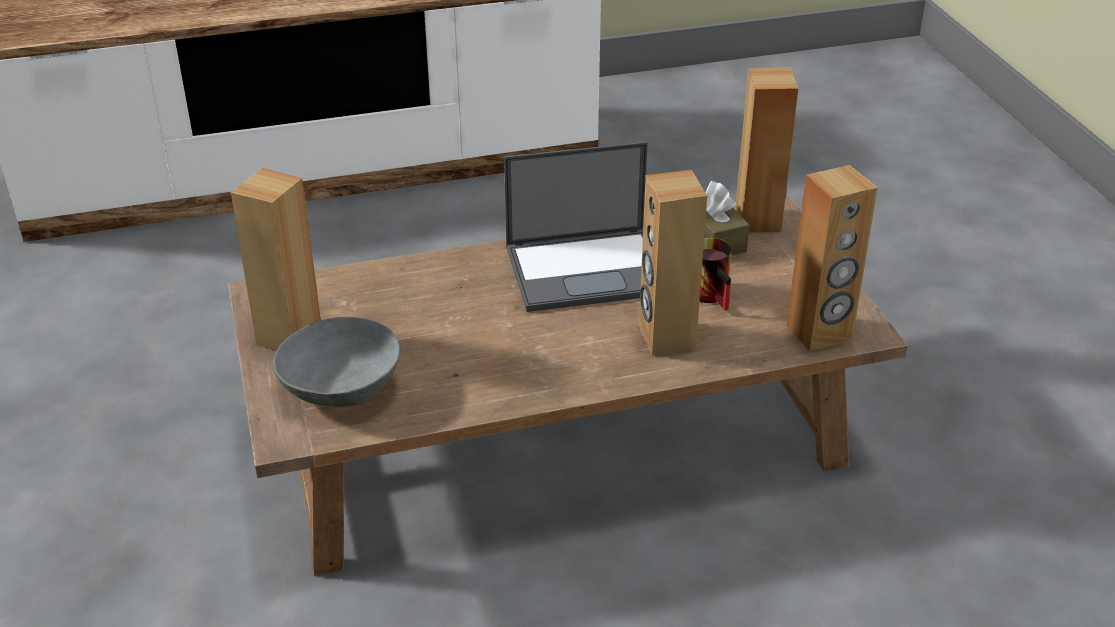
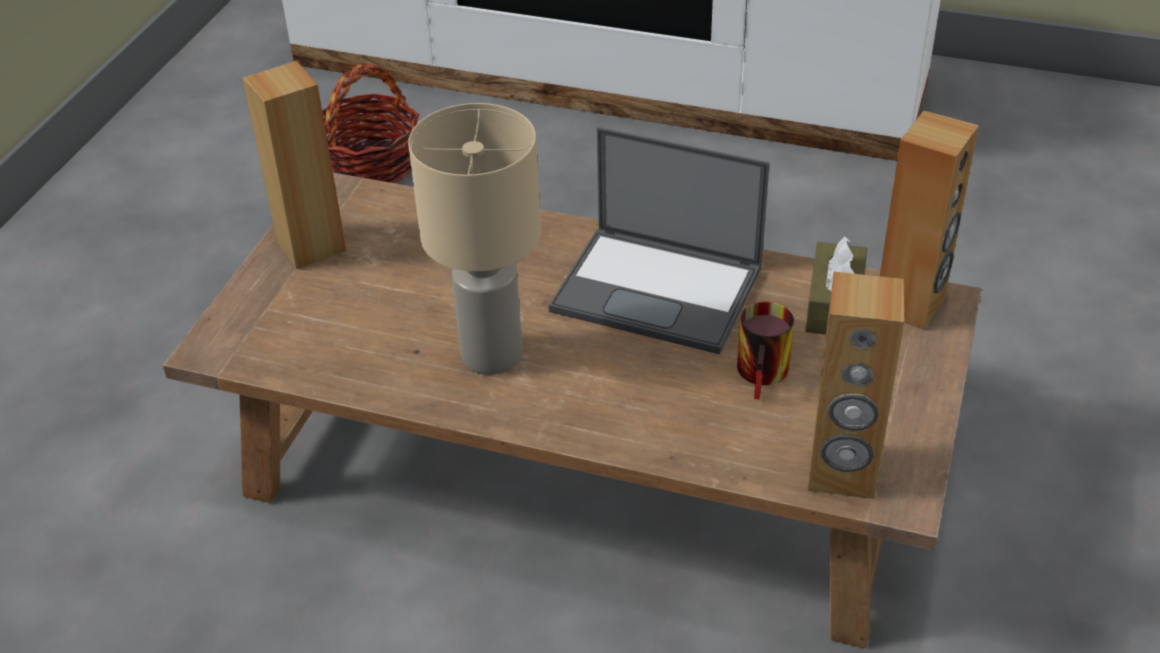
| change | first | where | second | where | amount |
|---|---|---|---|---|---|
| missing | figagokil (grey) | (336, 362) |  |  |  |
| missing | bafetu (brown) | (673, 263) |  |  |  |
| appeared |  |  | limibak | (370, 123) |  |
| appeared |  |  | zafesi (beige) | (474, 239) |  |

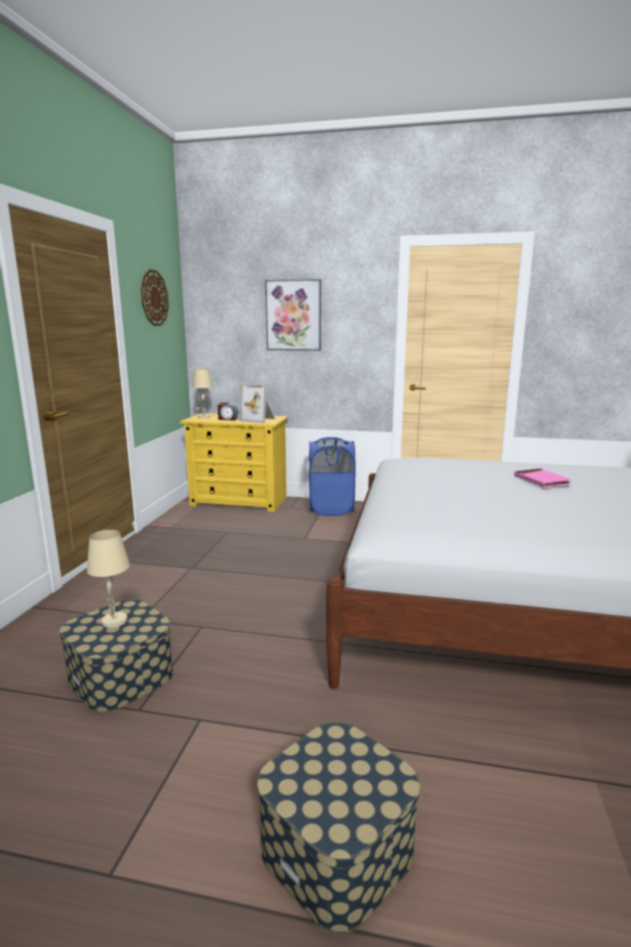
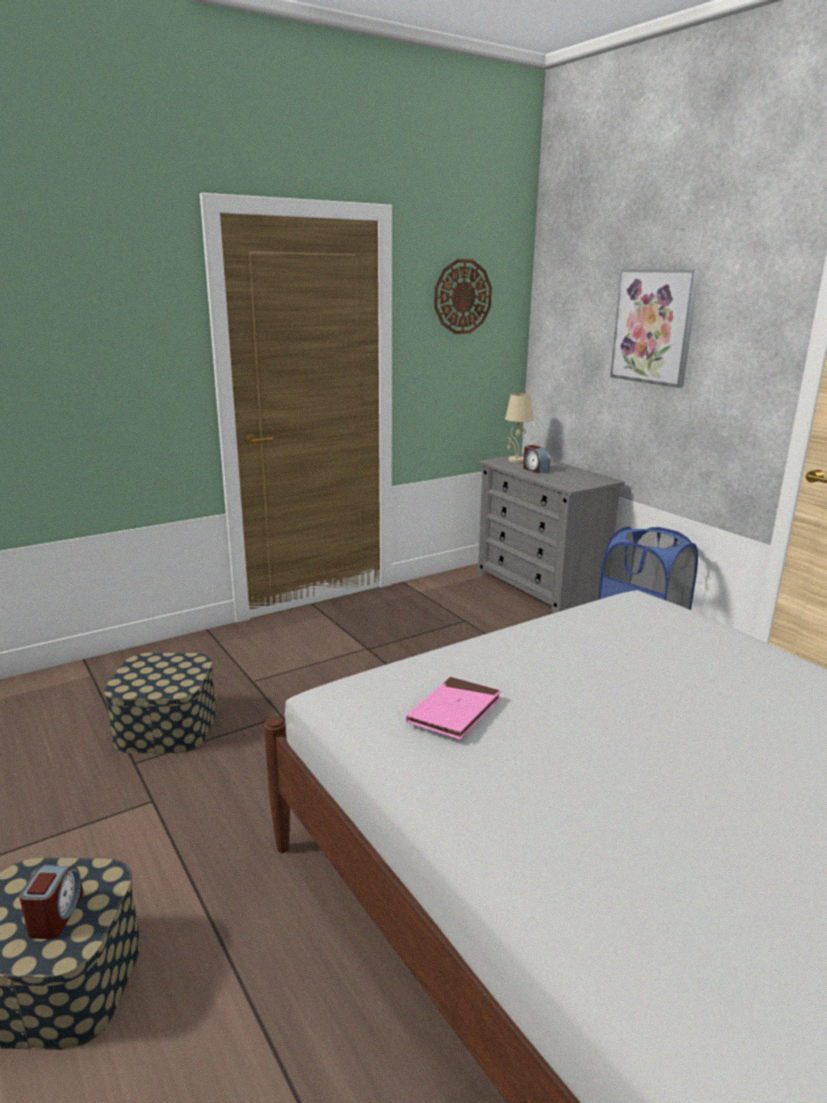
| change | first | where | second | where | amount |
|---|---|---|---|---|---|
| missing | zafesi (beige) | (108, 579) |  |  |  |
| colour | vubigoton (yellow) | (234, 462) | vubigoton (grey) | (551, 533) |  |
| missing | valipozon | (257, 403) |  |  |  |
| relocated | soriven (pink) | (543, 478) |  | (453, 708) |  |
| appeared |  |  | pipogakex | (51, 902) |  |

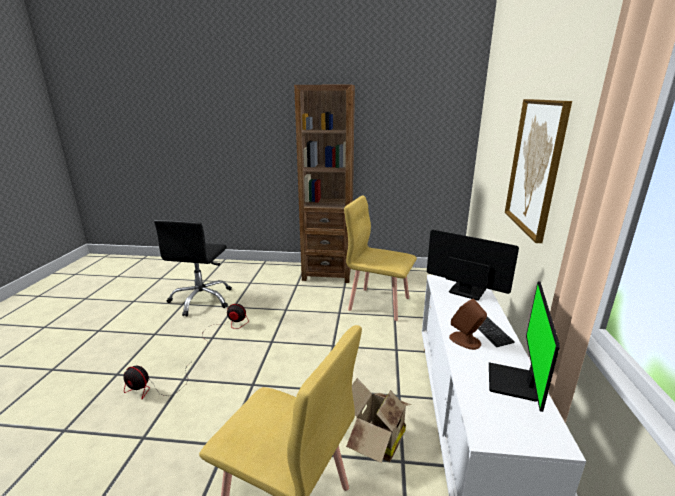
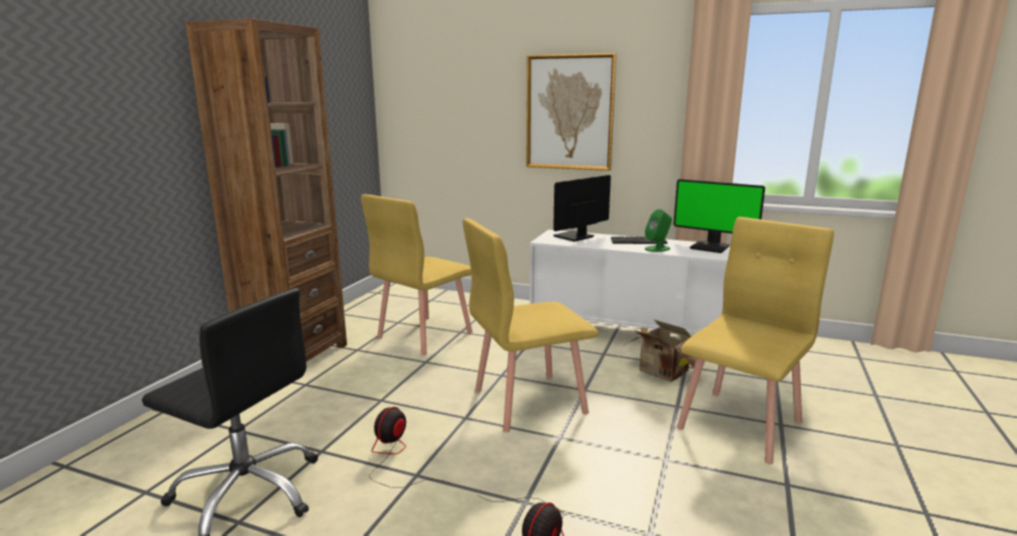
| change | first | where | second | where | amount |
|---|---|---|---|---|---|
| colour | bafetu (brown) | (468, 324) | bafetu (green) | (658, 230) |  |
| appeared |  |  | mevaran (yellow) | (531, 325) |  |

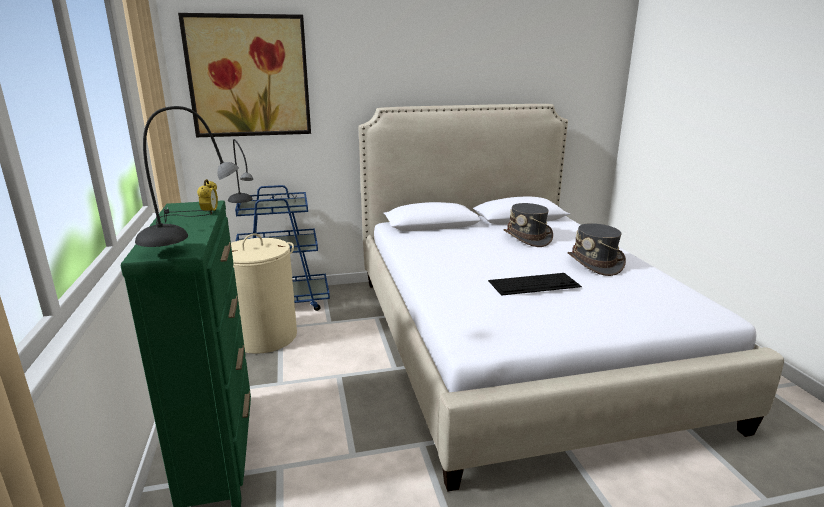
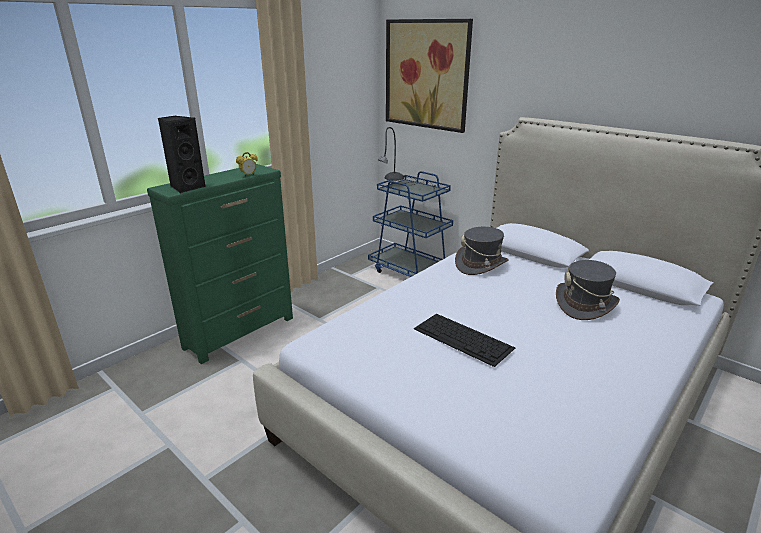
| change | first | where | second | where | amount |
|---|---|---|---|---|---|
| exchanged | zafesi (grey) | (187, 176) | bafetu (black) | (181, 154) |  |
| missing | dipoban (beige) | (264, 293) |  |  |  |
| relocated | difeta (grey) | (596, 249) |  | (482, 251) |  |

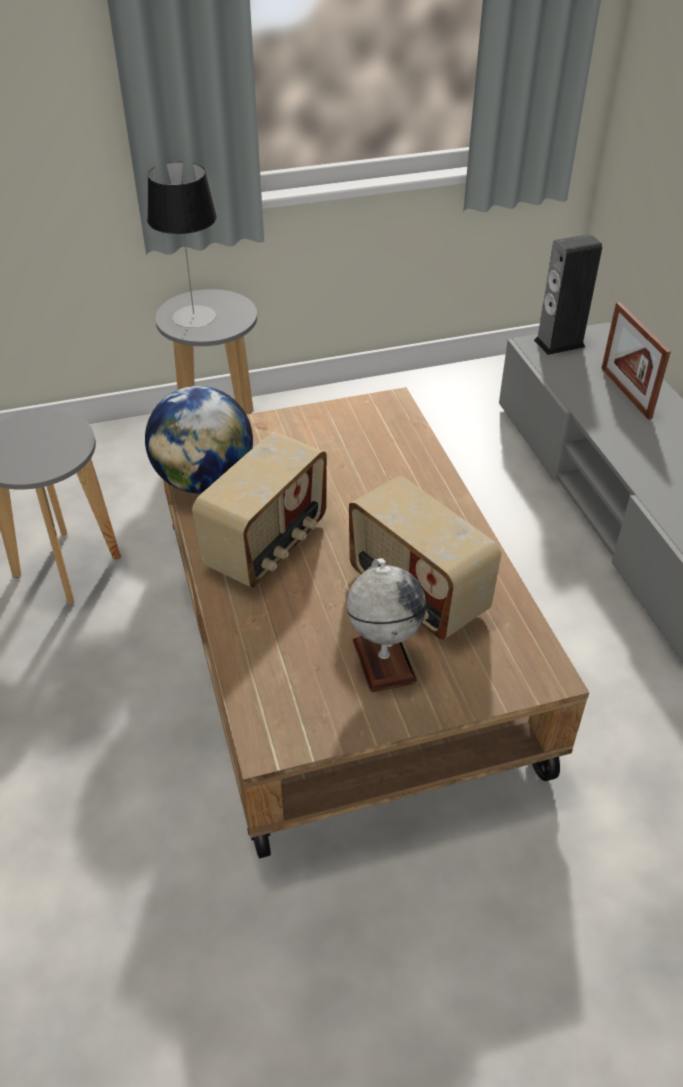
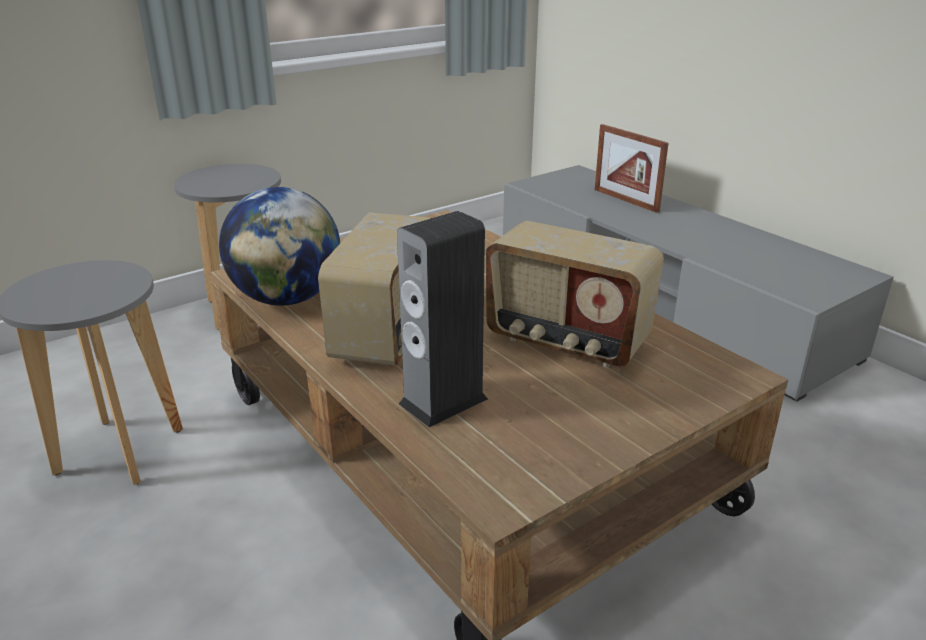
| change | first | where | second | where | amount |
|---|---|---|---|---|---|
| missing | zafesi | (182, 244) |  |  |  |
| missing | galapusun | (386, 625) |  |  |  |
| relocated | bafetu | (568, 294) |  | (442, 319) |  |

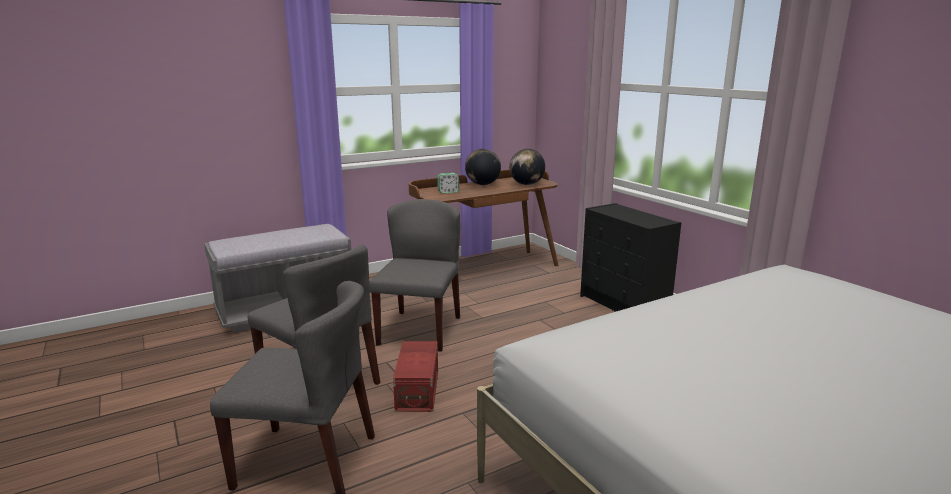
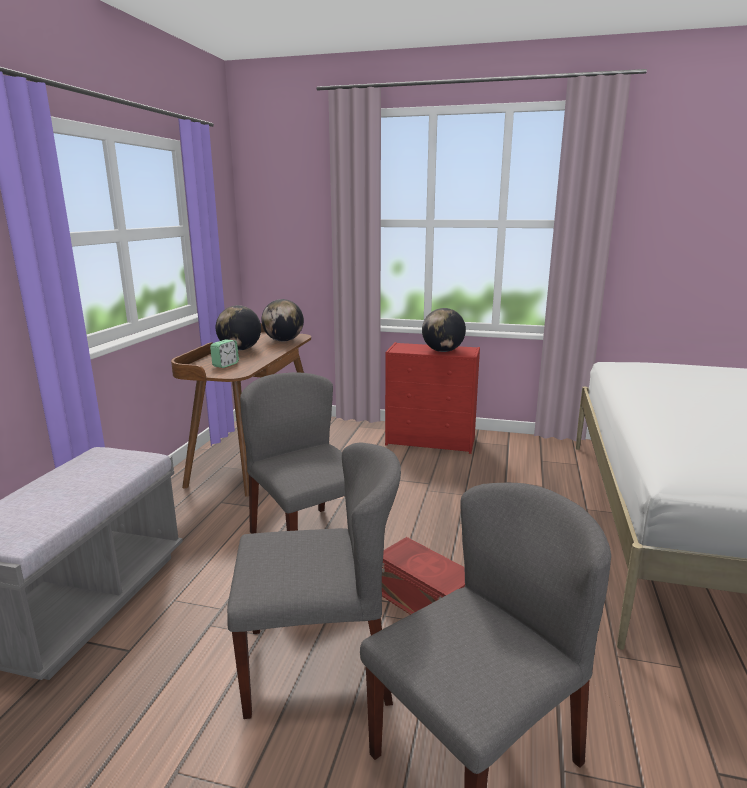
| change | first | where | second | where | amount |
|---|---|---|---|---|---|
| colour | vubigoton (black) | (630, 257) | vubigoton (red) | (432, 398) |  |
| appeared |  |  | galapusun | (444, 330) |  |

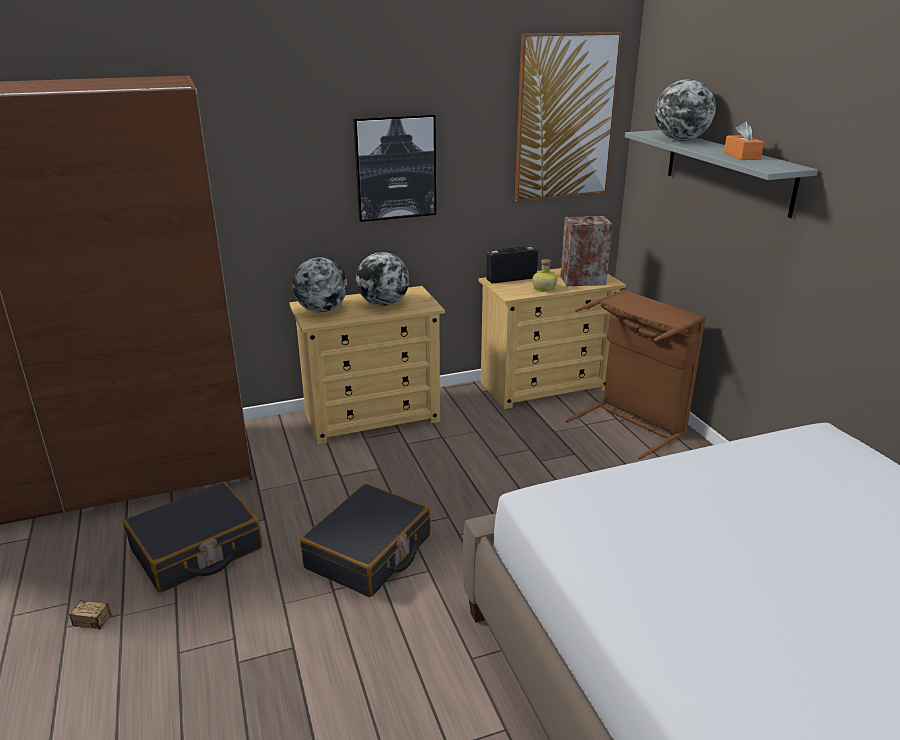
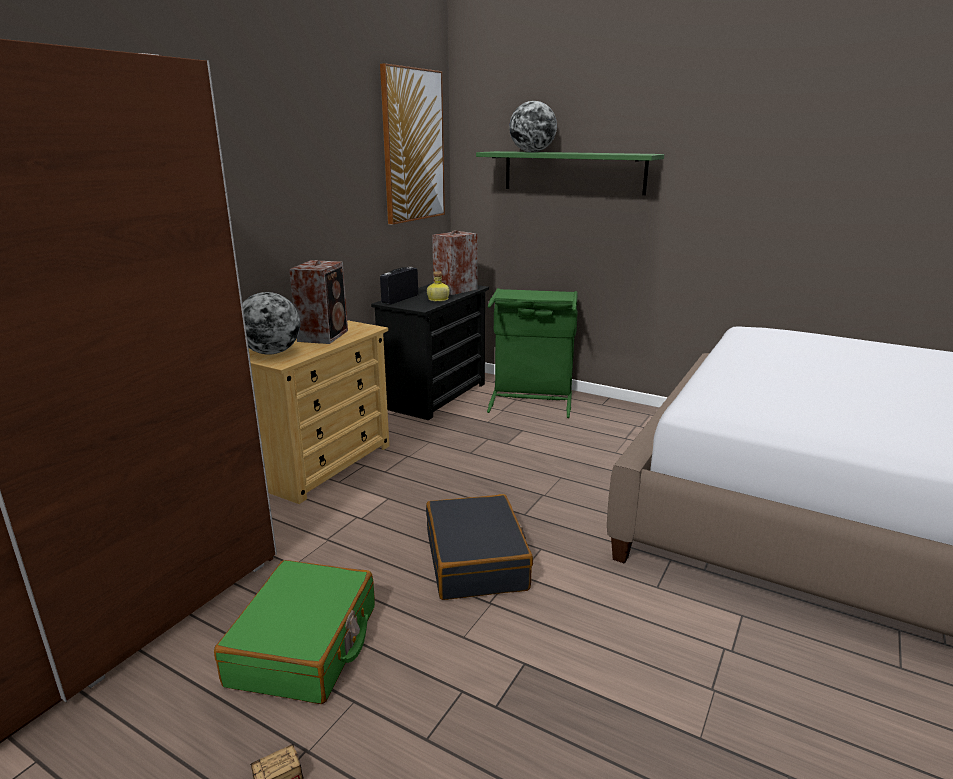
| change | first | where | second | where | amount |
|---|---|---|---|---|---|
| colour | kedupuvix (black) | (193, 537) | kedupuvix (green) | (294, 632) |  |
| missing | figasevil | (394, 168) |  |  |  |
| exchanged | galapusun | (382, 279) | bafetu | (318, 302) |  |
| colour | vubigoton (beige) | (552, 338) | vubigoton (black) | (430, 351) |  |
| colour | dipoban (brown) | (636, 375) | dipoban (green) | (532, 353) |  |
| colour | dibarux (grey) | (721, 174) | dibarux (green) | (570, 173) |  |
| missing | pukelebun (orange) | (744, 140) |  |  |  |

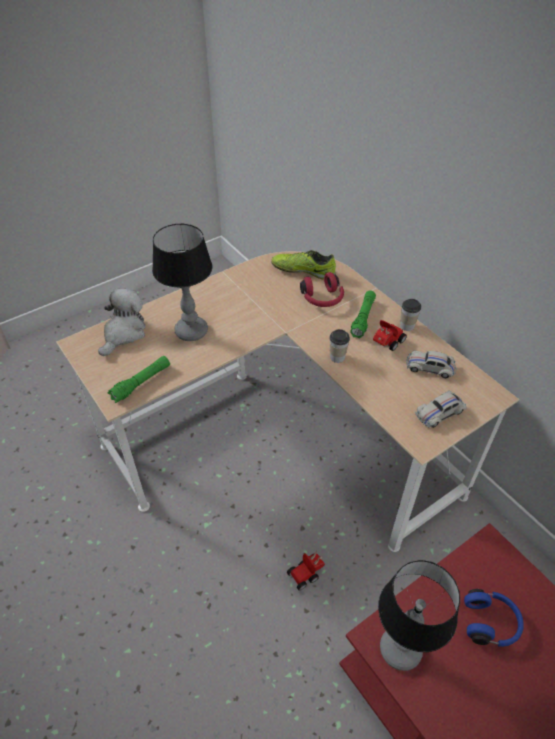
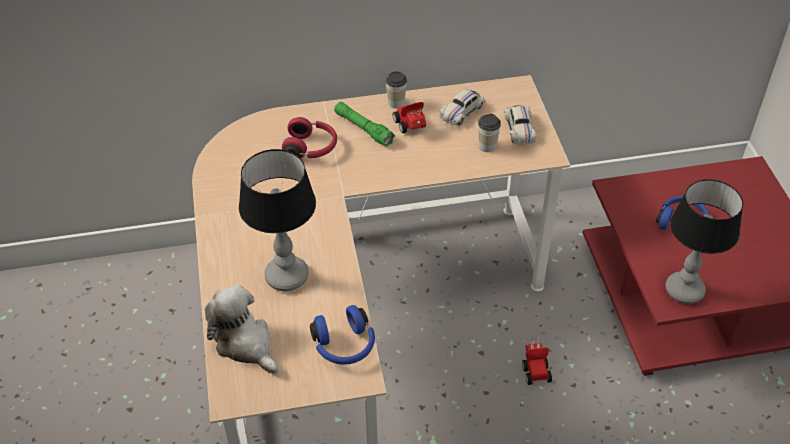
| change | first | where | second | where | amount |
|---|---|---|---|---|---|
| exchanged | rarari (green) | (139, 379) | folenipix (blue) | (342, 335) |  |
| missing | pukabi | (303, 265) |  |  |  |
| relocated | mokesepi | (339, 346) |  | (489, 133) |  |

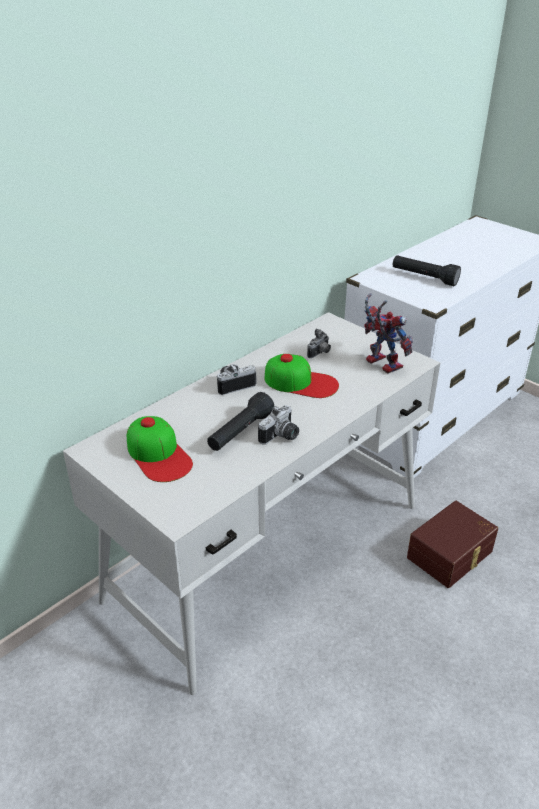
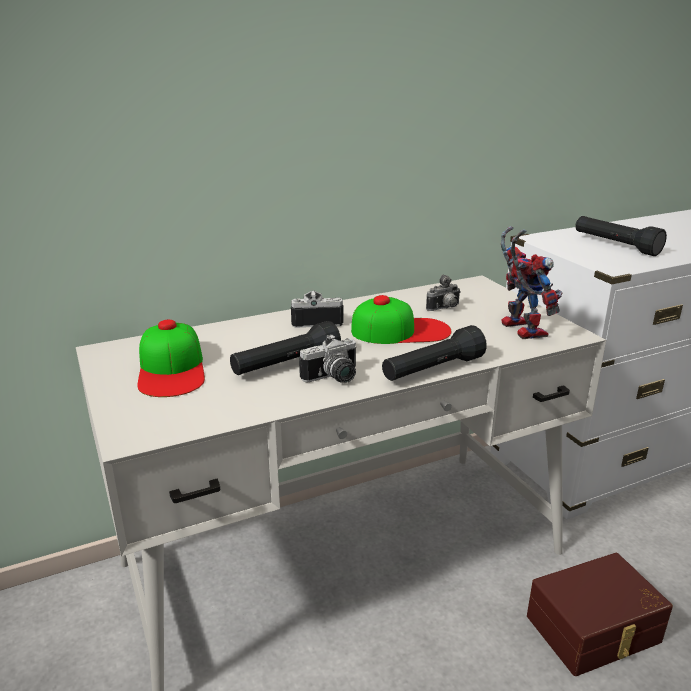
| change | first | where | second | where | amount |
|---|---|---|---|---|---|
| spun | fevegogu | (302, 376) |  | (401, 319) | 45 degrees counterclockwise |
| appeared |  |  | rarari (black) | (434, 353) |  |

